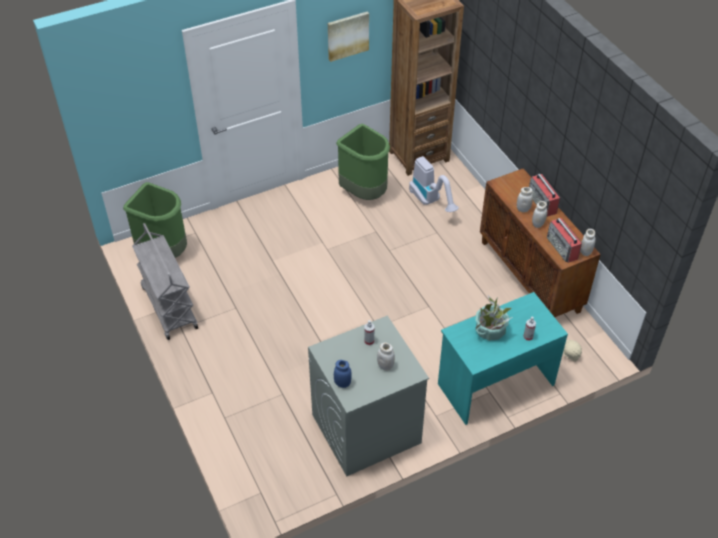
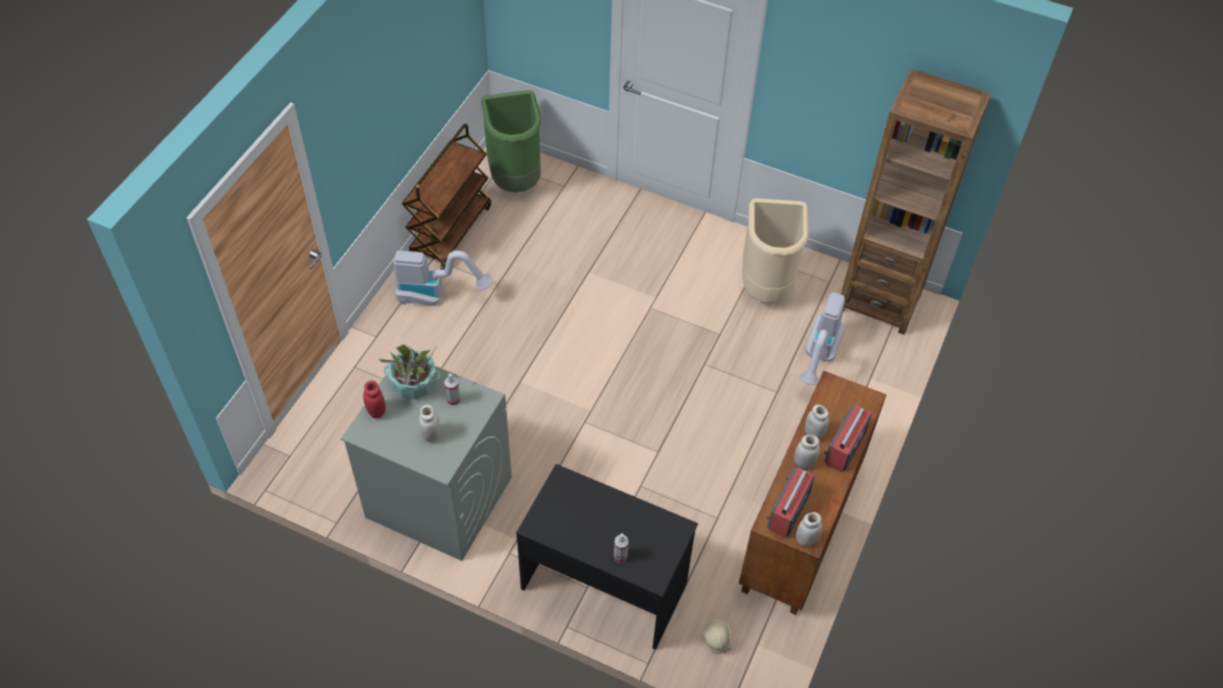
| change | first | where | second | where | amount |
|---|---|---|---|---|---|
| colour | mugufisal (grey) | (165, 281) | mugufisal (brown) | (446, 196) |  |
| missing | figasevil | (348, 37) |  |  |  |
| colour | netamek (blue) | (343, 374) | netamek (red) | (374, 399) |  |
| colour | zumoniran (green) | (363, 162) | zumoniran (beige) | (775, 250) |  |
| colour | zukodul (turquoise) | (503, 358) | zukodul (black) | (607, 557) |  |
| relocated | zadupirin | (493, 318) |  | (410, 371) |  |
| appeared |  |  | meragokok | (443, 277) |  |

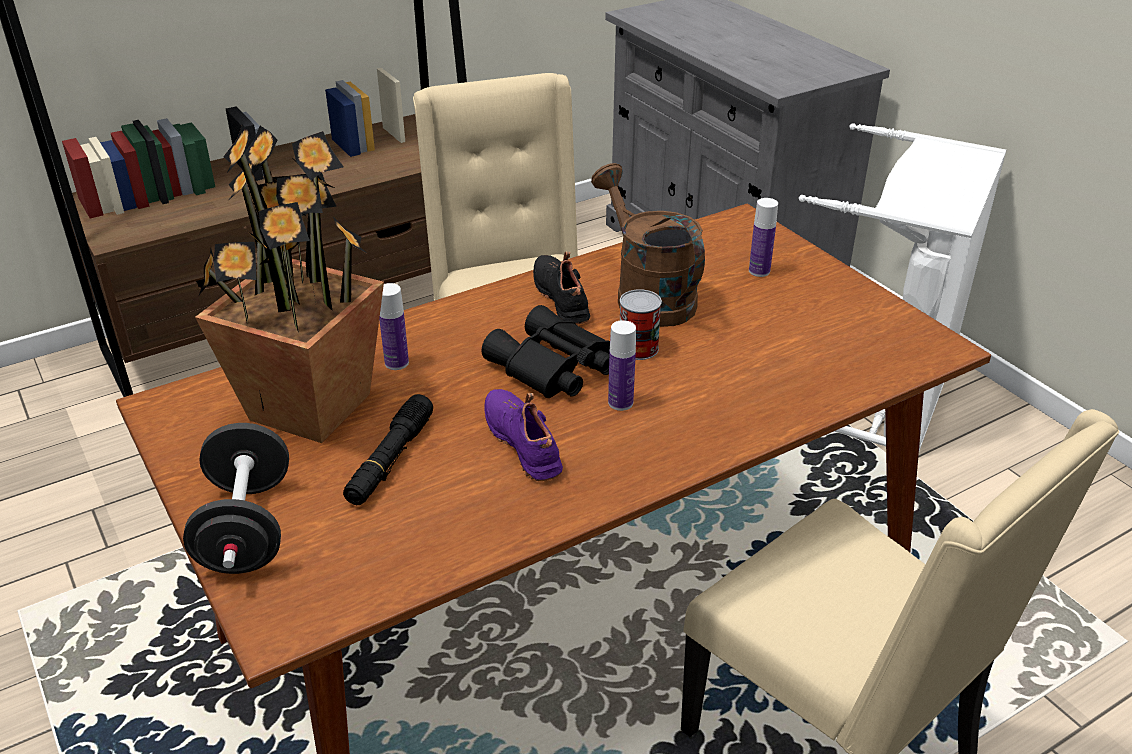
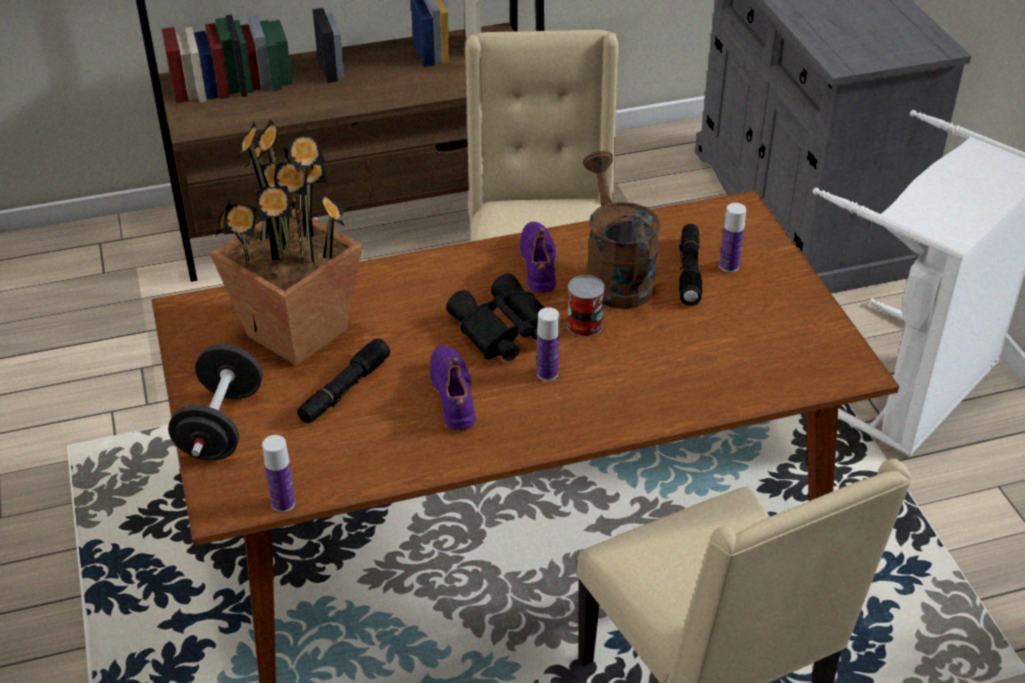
| change | first | where | second | where | amount |
|---|---|---|---|---|---|
| relocated | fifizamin | (394, 326) |  | (278, 473) |  |
| colour | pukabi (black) | (561, 288) | pukabi (purple) | (538, 258) |  |
| appeared |  |  | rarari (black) | (690, 265) |  |

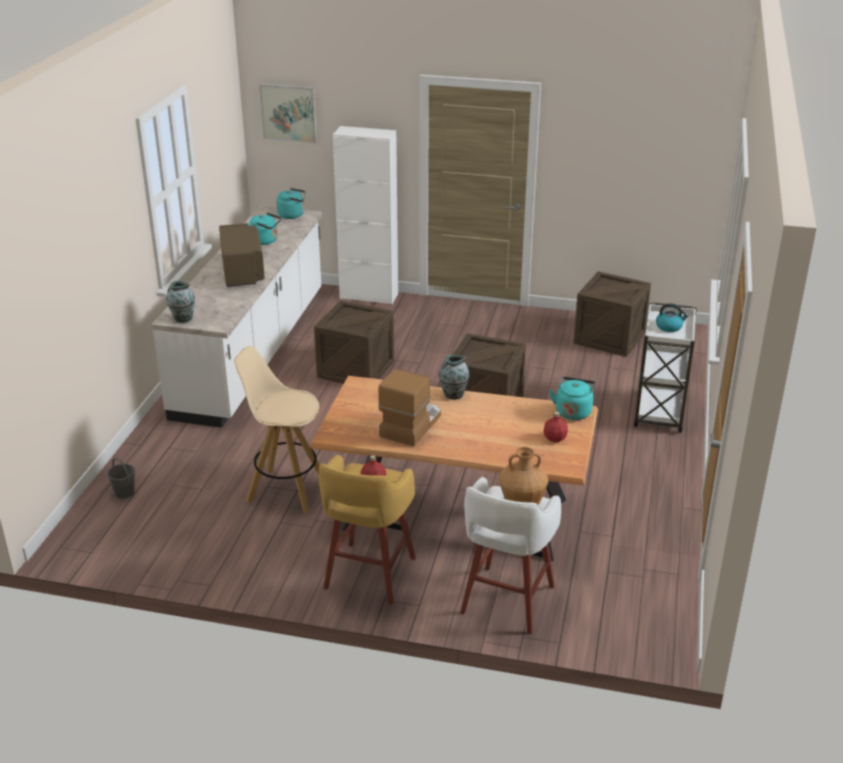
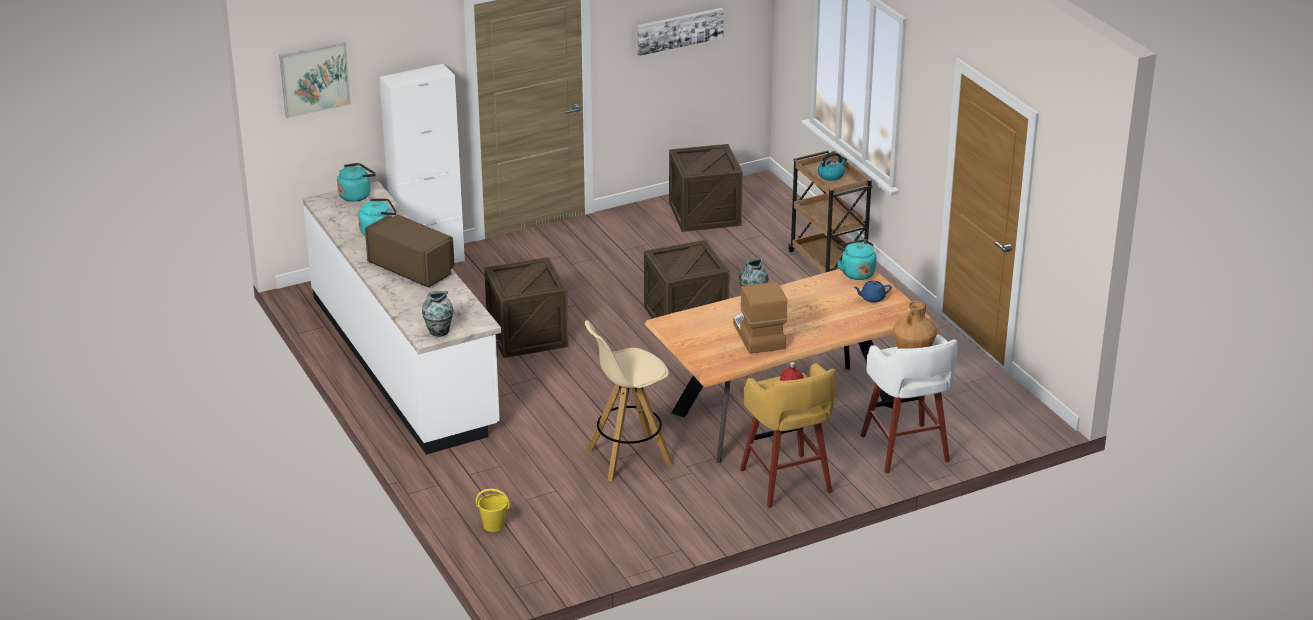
| change | first | where | second | where | amount |
|---|---|---|---|---|---|
| colour | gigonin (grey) | (121, 478) | gigonin (yellow) | (493, 510) |  |
| exchanged | fifizamin (red) | (555, 427) | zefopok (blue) | (873, 292) |  |
| colour | mugufisal (white) | (665, 367) | mugufisal (brown) | (830, 211) |  |
| appeared |  |  | figasevil | (680, 32) |  |

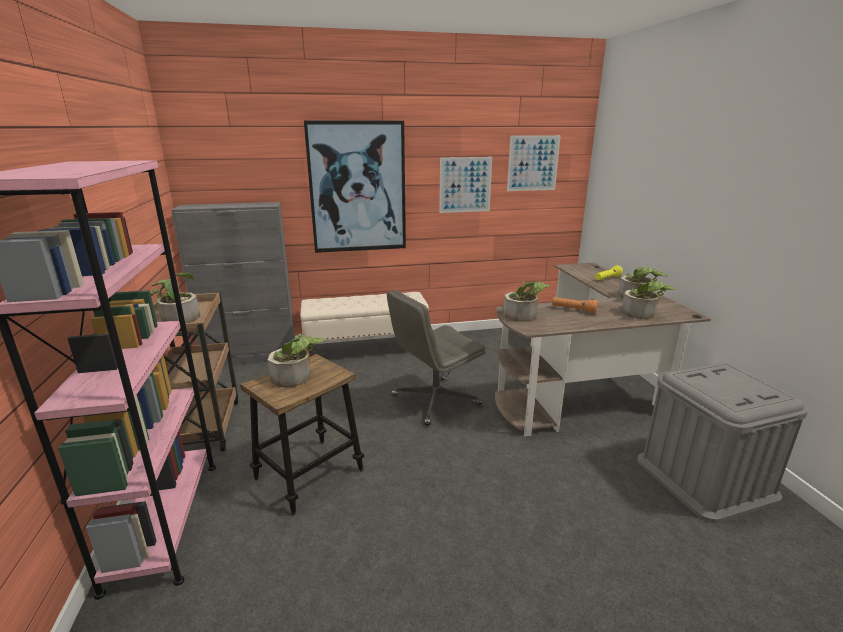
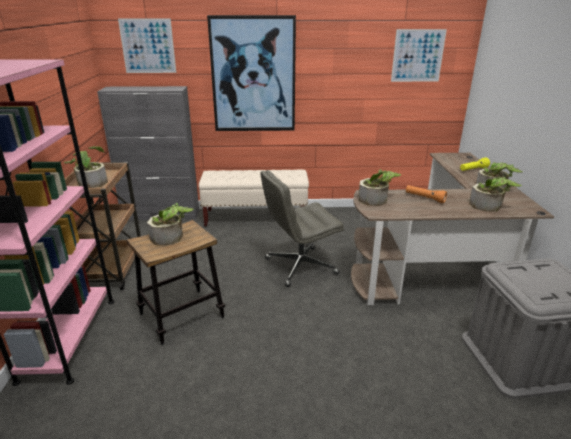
| change | first | where | second | where | amount |
|---|---|---|---|---|---|
| relocated | figasevil | (465, 185) |  | (147, 45) |  |

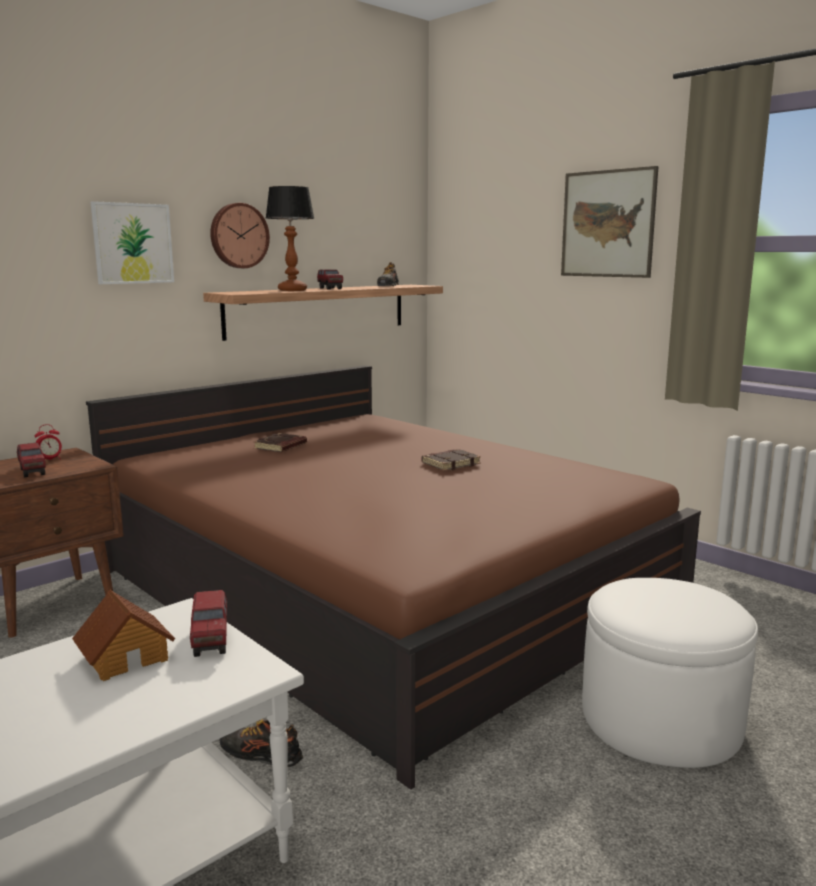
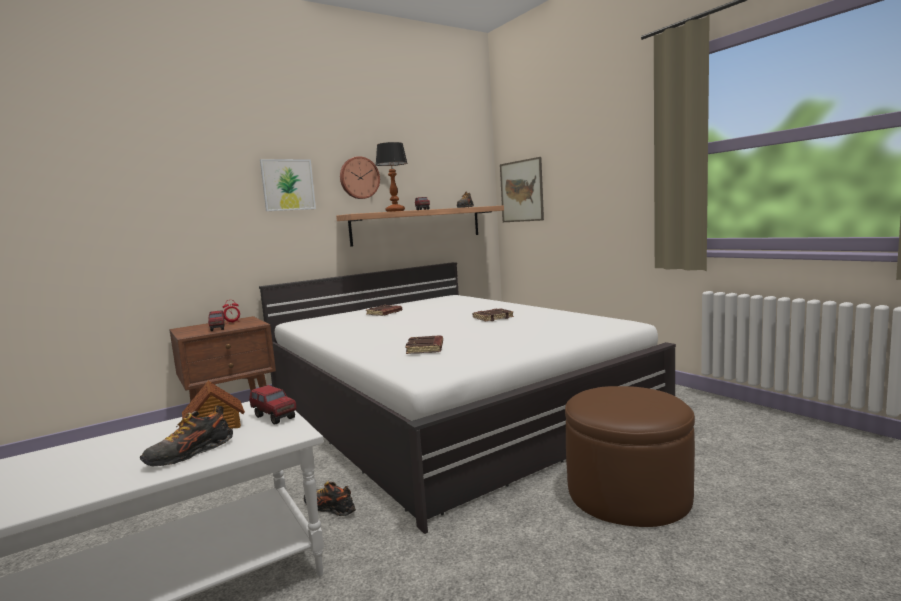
| change | first | where | second | where | amount |
|---|---|---|---|---|---|
| colour | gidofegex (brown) | (393, 577) | gidofegex (white) | (467, 398) |  |
| spun | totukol | (209, 623) |  | (272, 405) | 45 degrees counterclockwise |
| relocated | figasevil | (610, 222) |  | (522, 189) |  |
| colour | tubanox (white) | (670, 673) | tubanox (brown) | (630, 456) |  |
| appeared |  |  | pukabi | (186, 435) |  |
| appeared |  |  | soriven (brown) | (424, 344) |  |

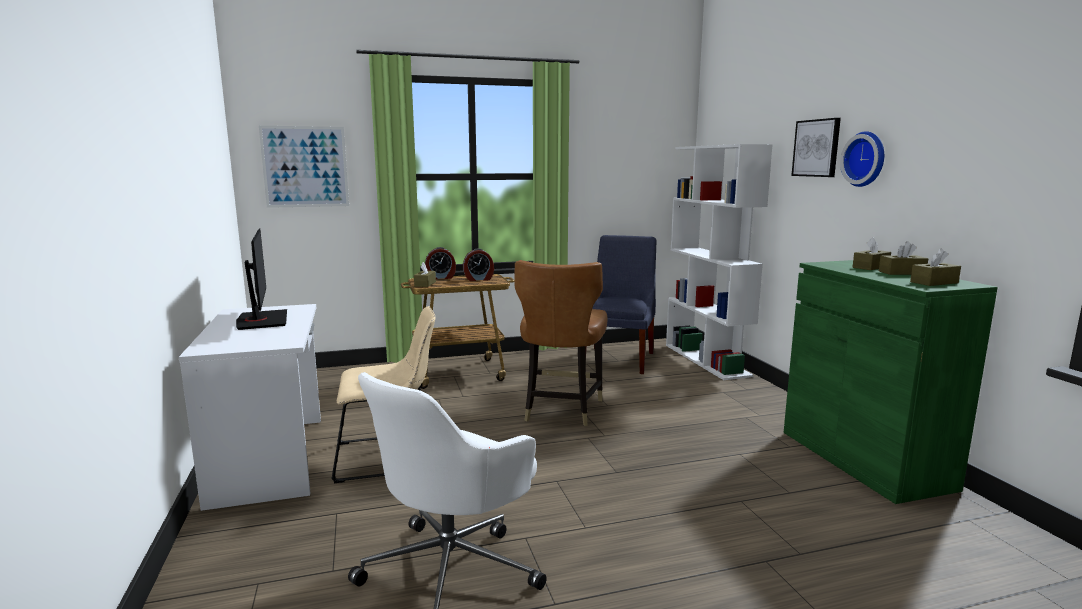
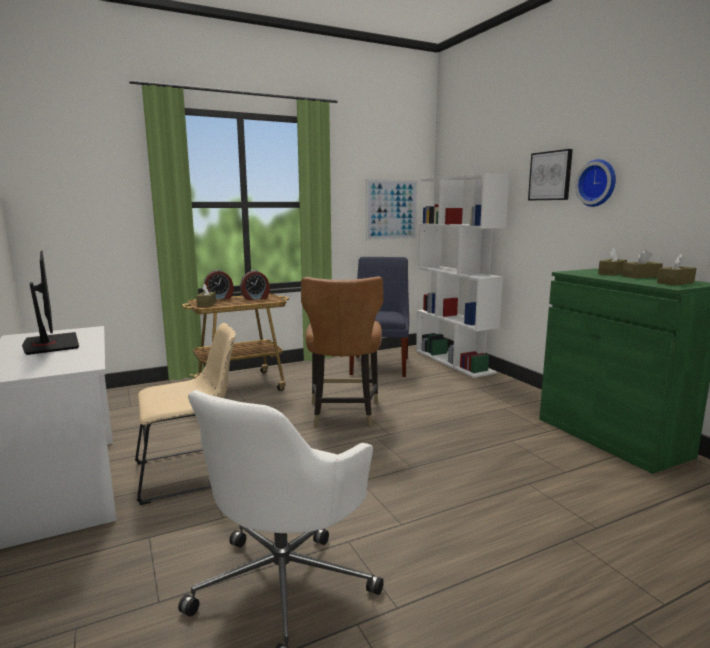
| change | first | where | second | where | amount |
|---|---|---|---|---|---|
| relocated | figasevil | (304, 167) |  | (392, 210) |  |

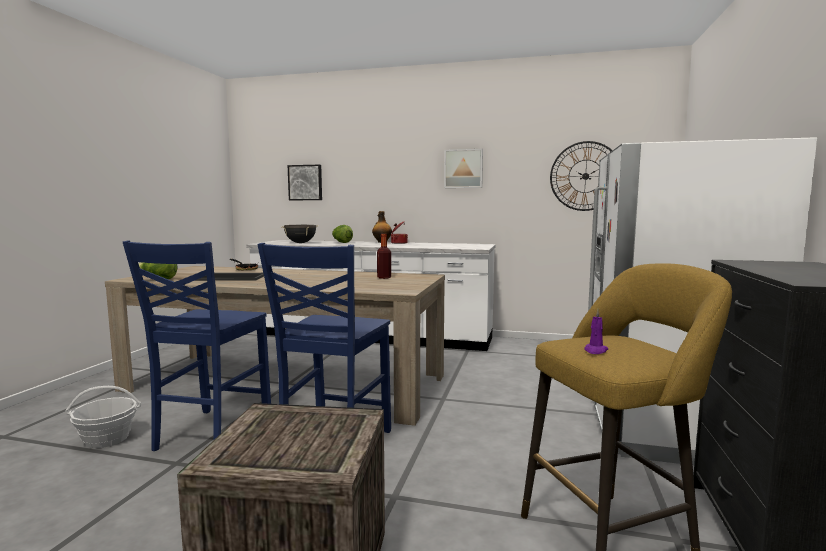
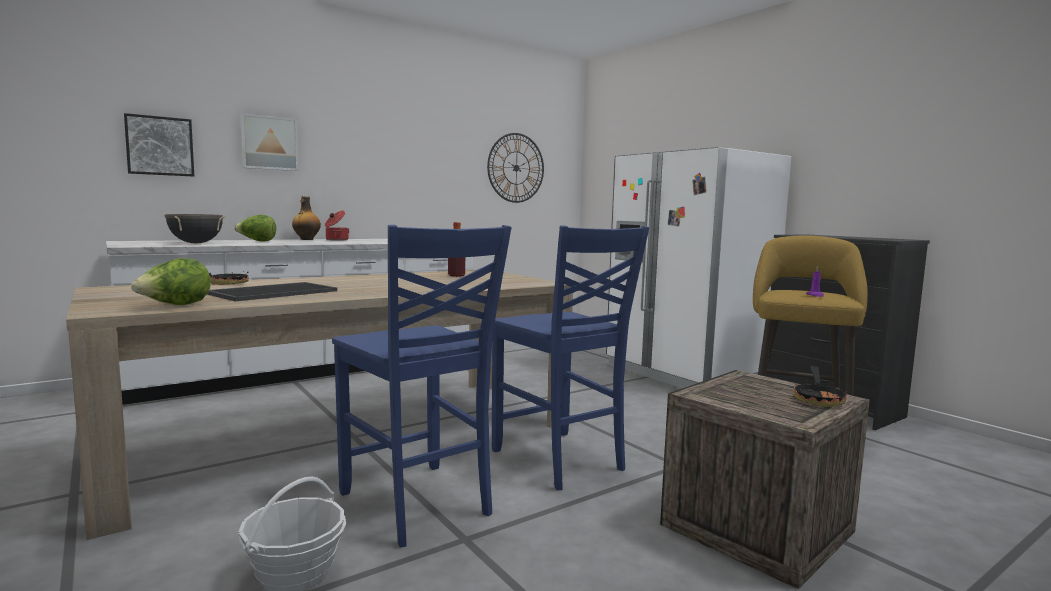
| change | first | where | second | where | amount |
|---|---|---|---|---|---|
| relocated | figasevil | (463, 168) |  | (269, 142) |  |
| appeared |  |  | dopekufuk | (820, 386) |  |

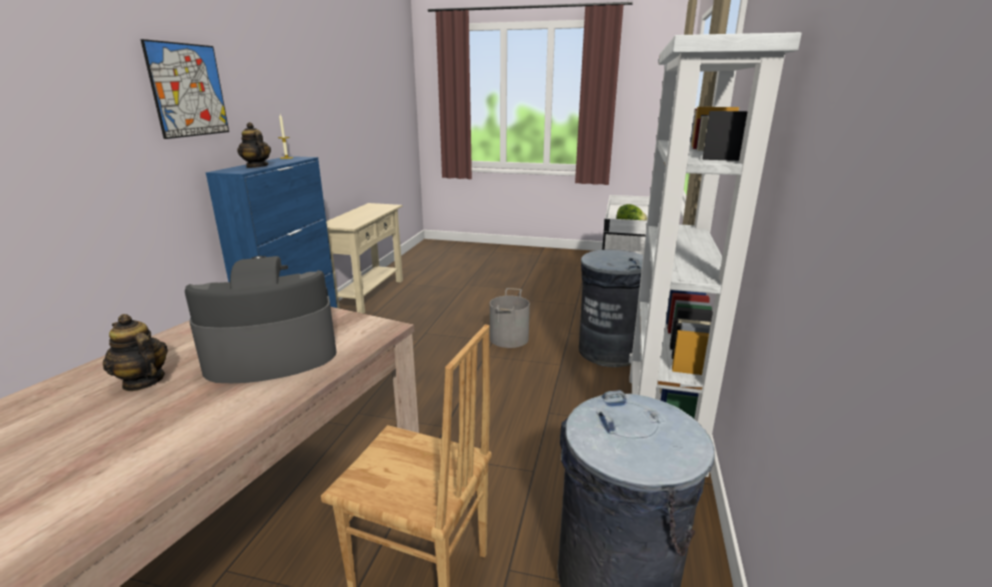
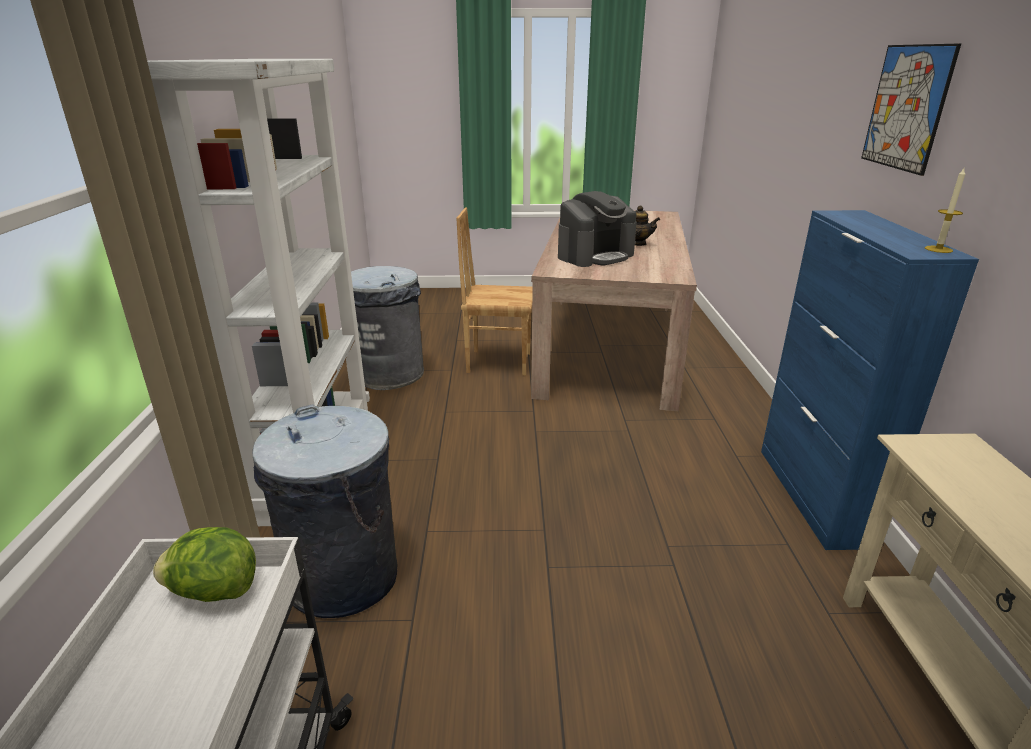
| change | first | where | second | where | amount |
|---|---|---|---|---|---|
| missing | zefopok | (254, 145) |  |  |  |
| missing | gigonin (grey) | (510, 318) |  |  |  |

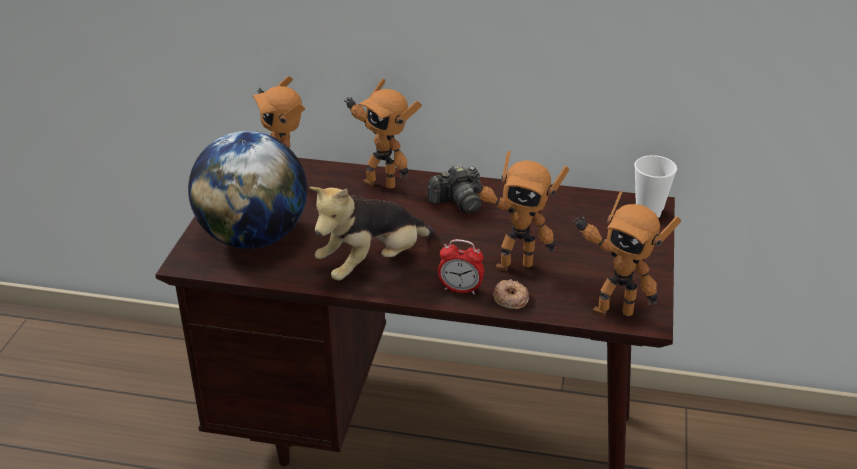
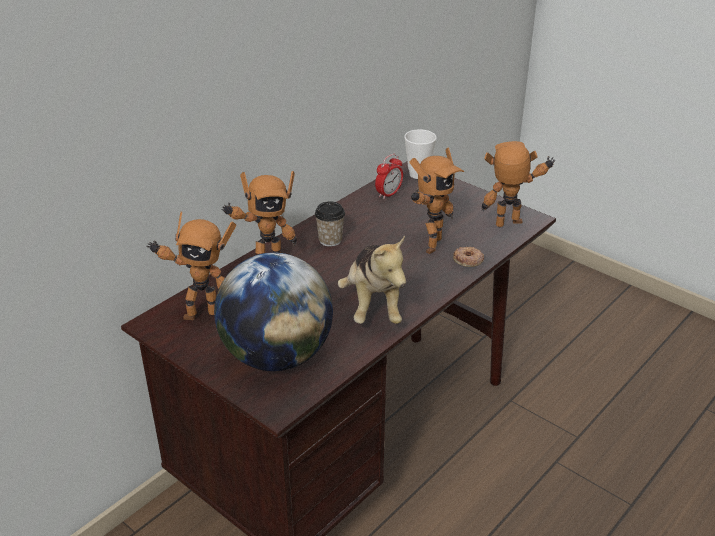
| change | first | where | second | where | amount |
|---|---|---|---|---|---|
| exchanged | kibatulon | (455, 189) | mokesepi | (330, 224) |  |
| relocated | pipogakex | (461, 266) |  | (389, 176) |  |
| spun | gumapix | (627, 254) |  | (519, 184) | 150 degrees counterclockwise |

